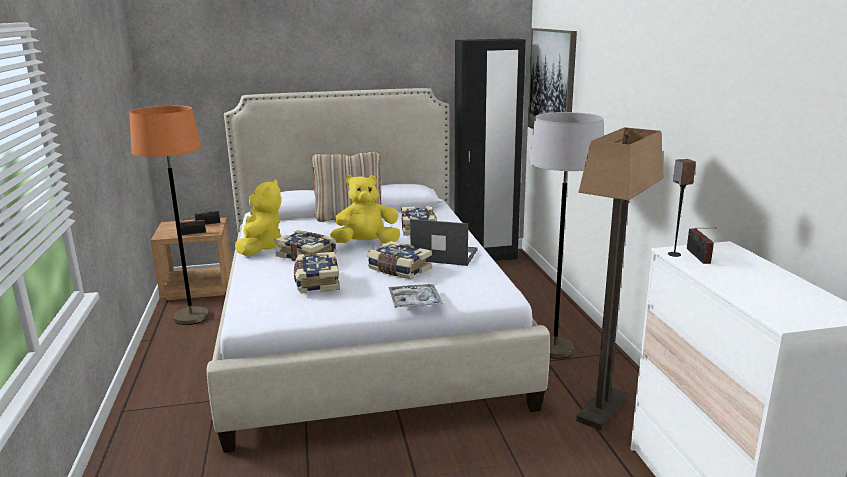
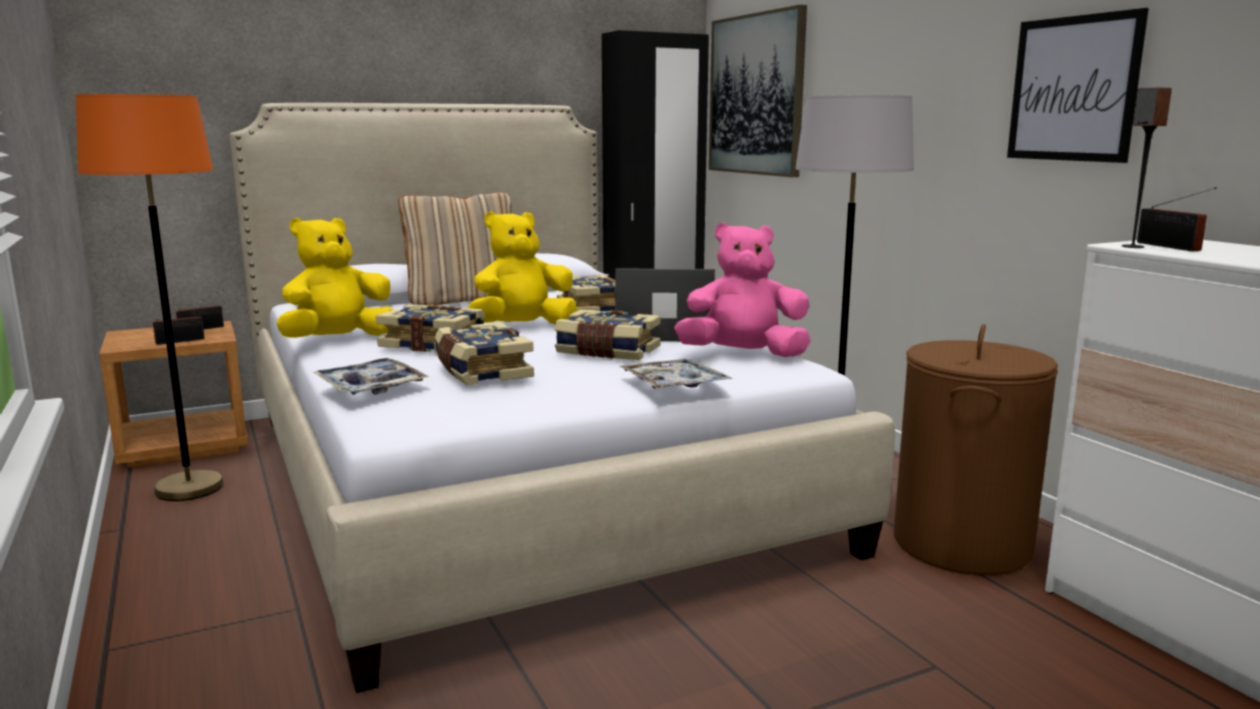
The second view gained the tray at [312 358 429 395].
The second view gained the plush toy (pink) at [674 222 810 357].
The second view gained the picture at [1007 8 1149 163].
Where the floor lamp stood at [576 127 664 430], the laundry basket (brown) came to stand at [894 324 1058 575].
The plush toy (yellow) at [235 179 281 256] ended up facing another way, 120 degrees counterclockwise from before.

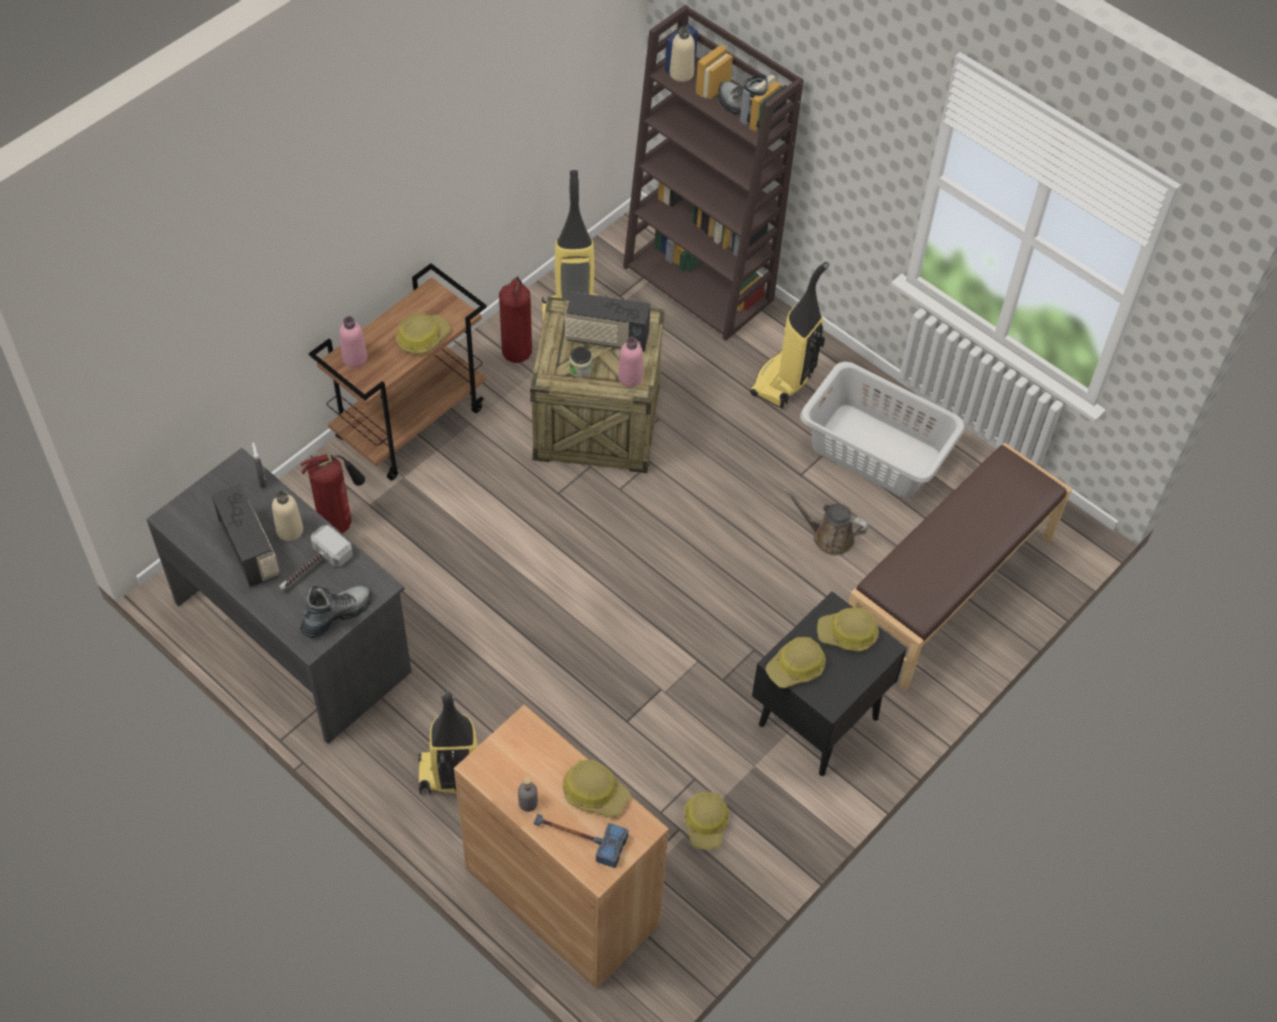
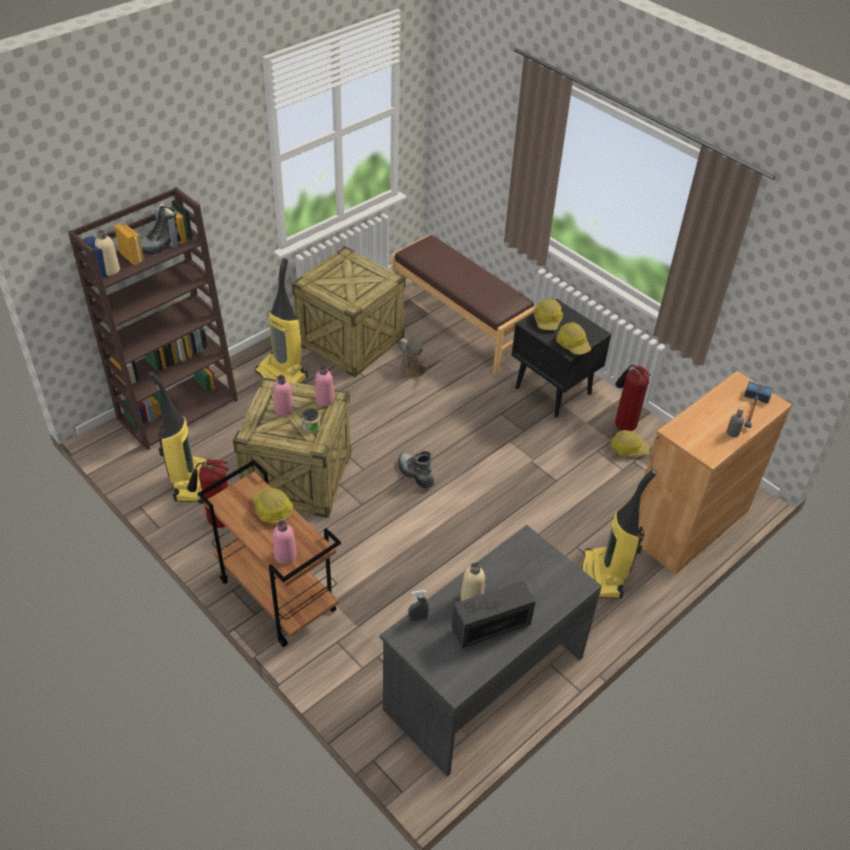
The second view lost the hammer at [279 525 353 590].
The second view lost the hard hat at [562 760 630 817].
The fire extinguisher ended up elsewhere, having gone from [300 454 365 534] to [615 365 651 431].
The boot ended up elsewhere, having gone from [300 584 372 638] to [399 451 434 488].
Where the radio stood at [565 292 651 352], the bottle (pink) came to stand at [273 375 294 416].
Where the laundry basket (grey) stood at [800 362 965 498], the crate came to stand at [292 246 406 377].
The watering can (brown) at [784 488 869 556] ended up facing another way, 75 degrees counterclockwise from before.

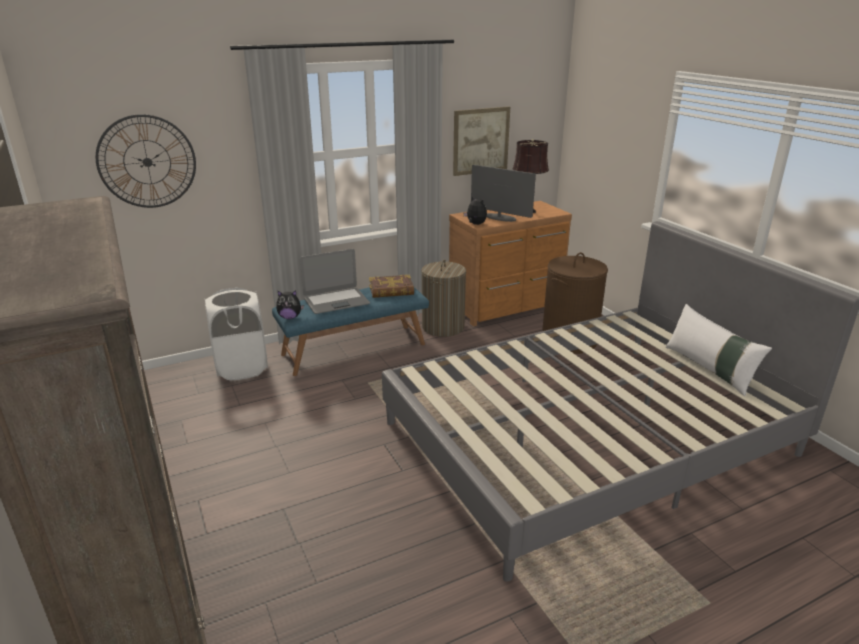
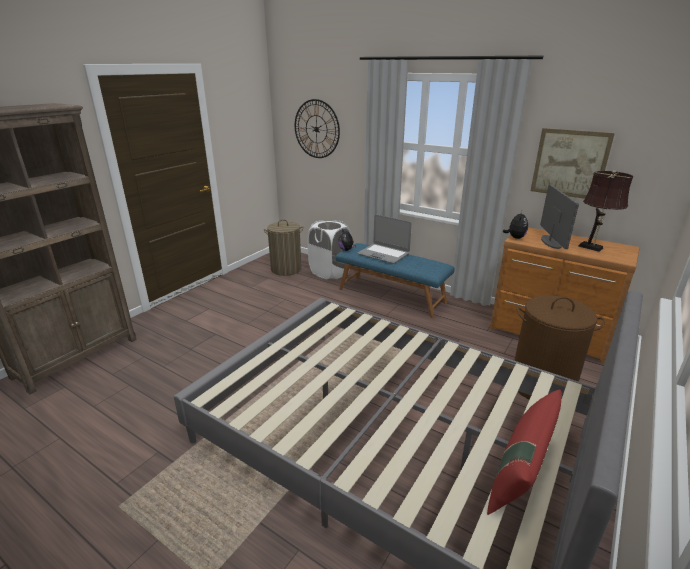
The second view lost the book at [369 275 414 298].
The laundry basket ended up elsewhere, having gone from [421 259 466 337] to [264 220 304 276].
What was the pillow (white) at [666 304 772 396] turned into the pillow (red) at [487 389 562 515].

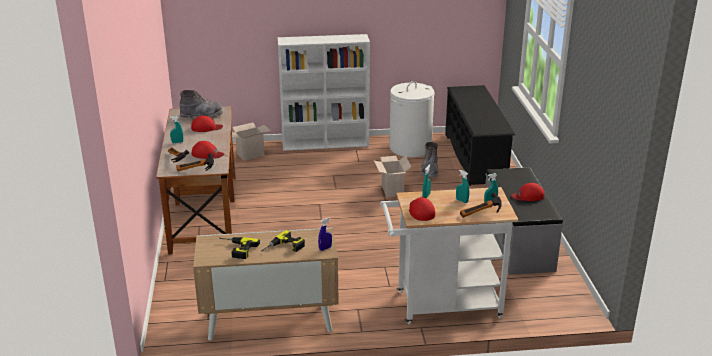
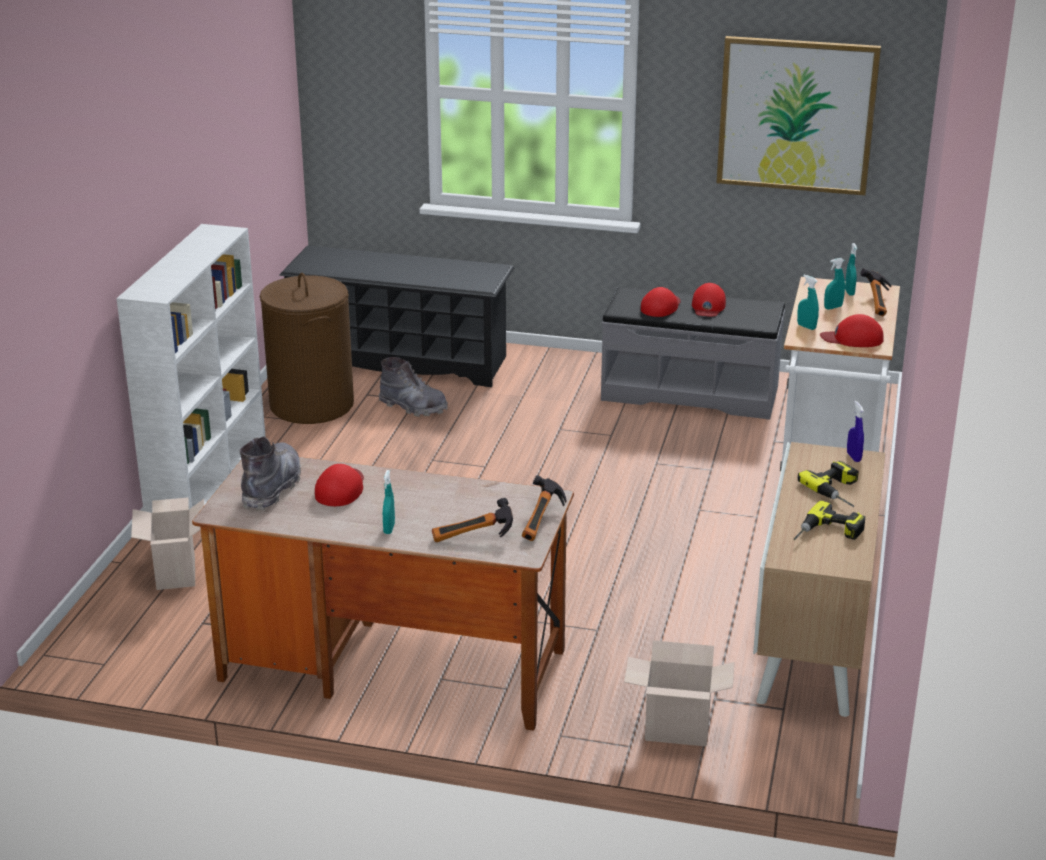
The second view gained the picture at [716 36 881 196].
The cap (red) ended up elsewhere, having gone from [192 141 224 159] to [641 287 681 317].
The cardboard box ended up elsewhere, having gone from [374 156 412 197] to [624 640 735 747].
What was the laundry basket (white) at [389 81 435 157] turned into the laundry basket (brown) at [259 273 354 424].

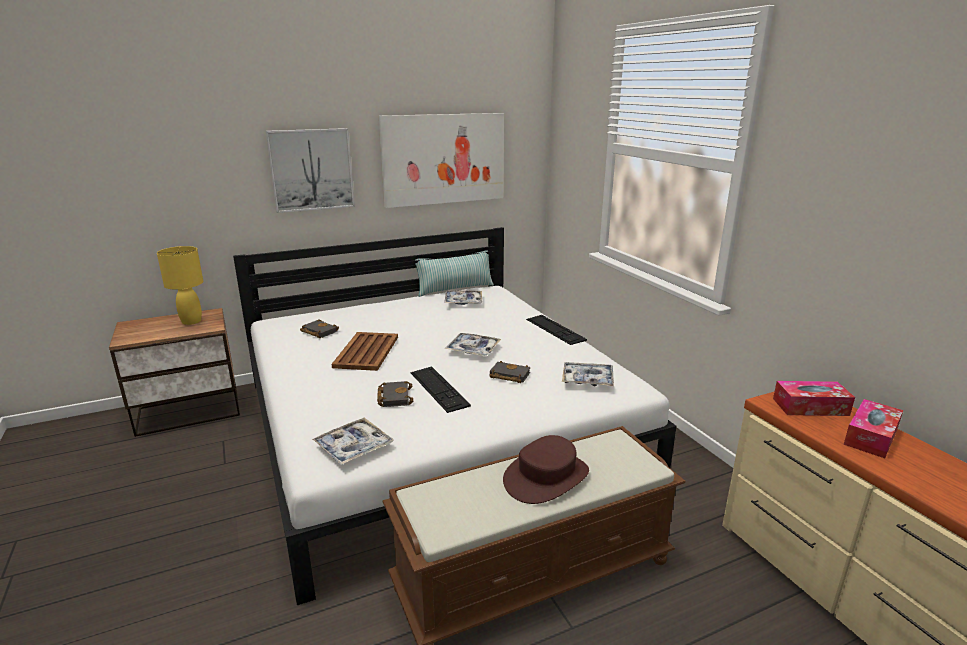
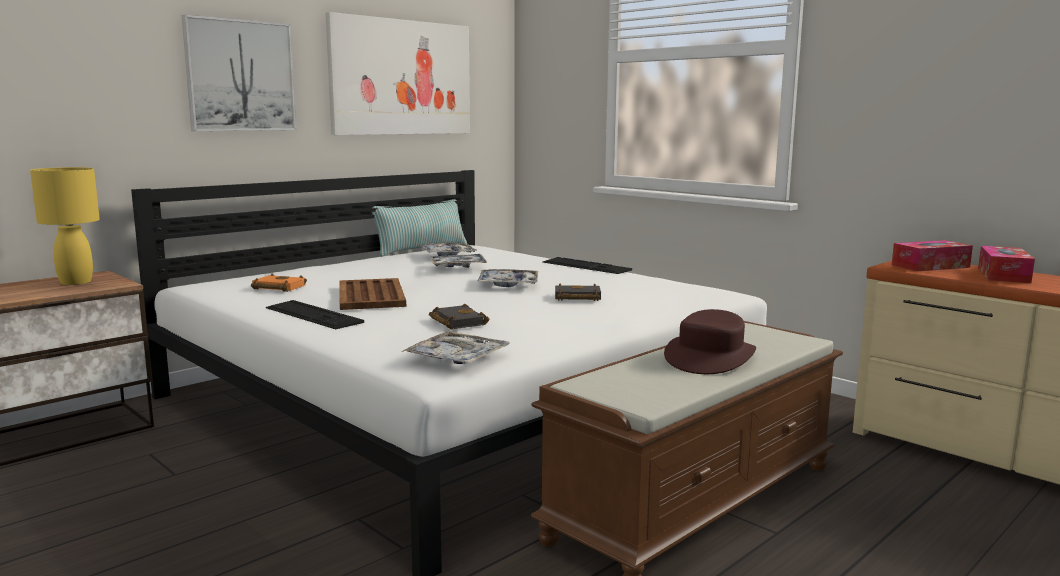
The keyboard ended up elsewhere, having gone from [411 366 471 413] to [266 300 364 329].
The tray ended up elsewhere, having gone from [562 362 614 387] to [431 254 487 268].
What was the book (black) at [300 319 339 338] turned into the book (orange) at [251 274 307 292].

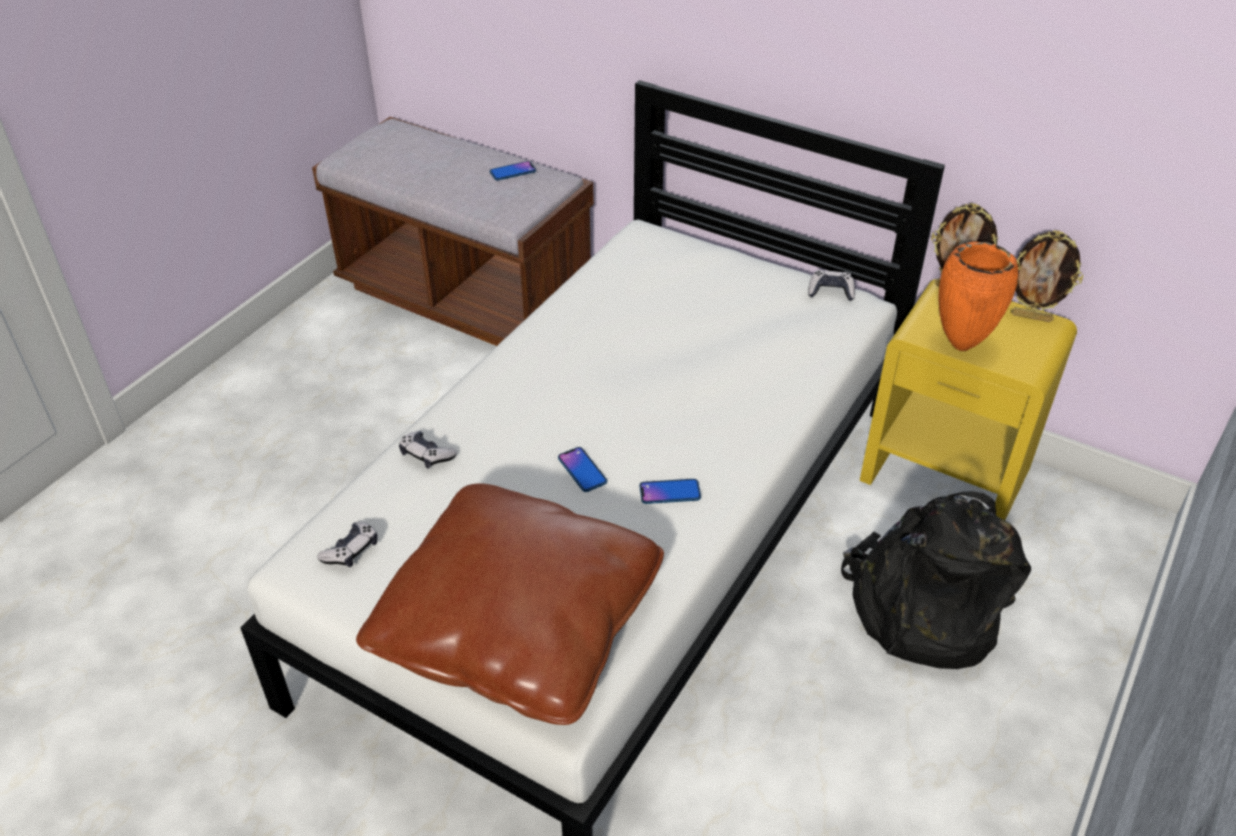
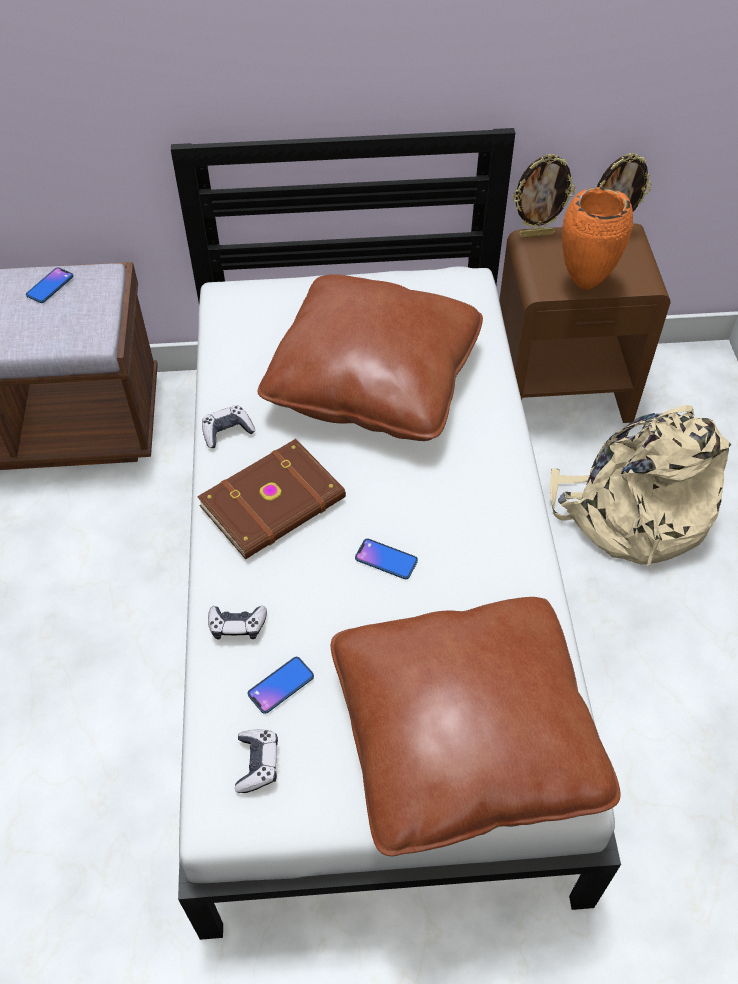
The second view gained the book (brown) at [197 439 346 559].
The second view gained the pillow (brown) at [257 274 483 441].
The phone ended up elsewhere, having gone from [640 479 701 504] to [248 657 314 714].
The game controller ended up elsewhere, having gone from [808 270 855 301] to [202 405 256 448].
What was the backpack (black) at [841 491 1031 669] turned into the backpack (beige) at [550 405 731 566].
What was the nightstand (yellow) at [860 279 1077 520] turned into the nightstand (brown) at [499 223 670 423].

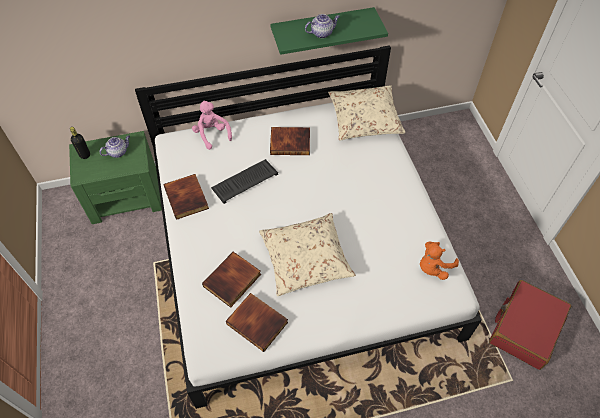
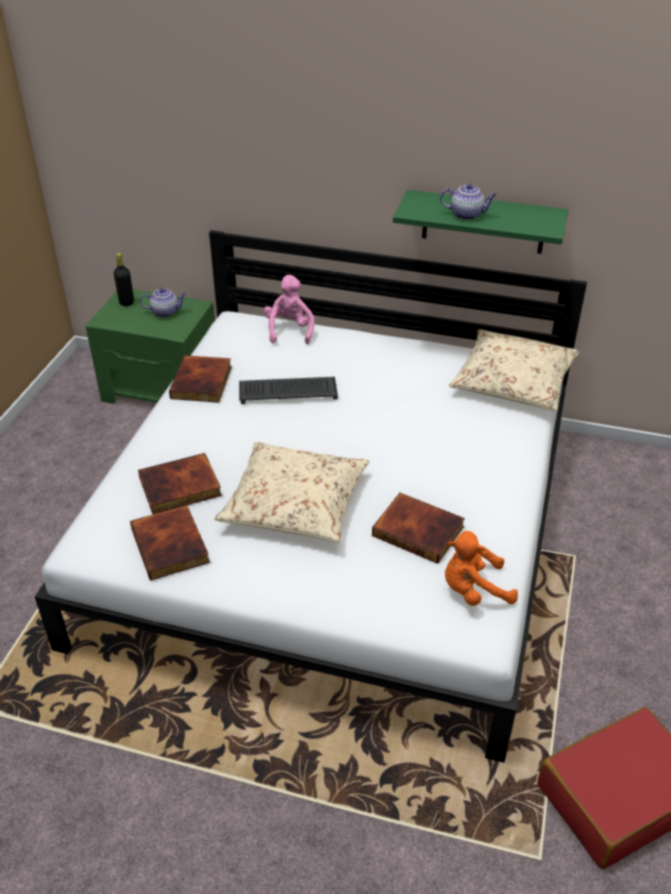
The book ended up elsewhere, having gone from [270 127 310 155] to [372 493 465 564].

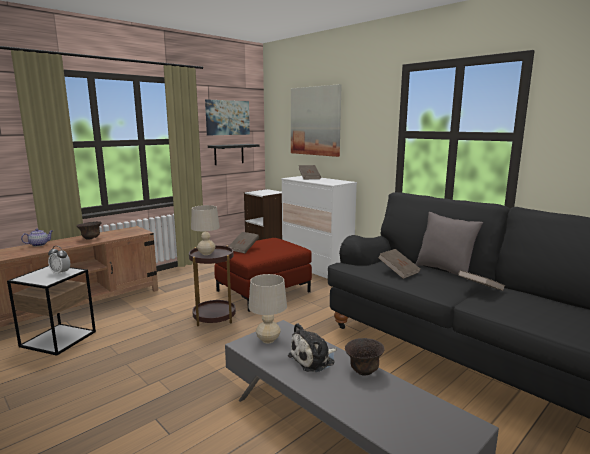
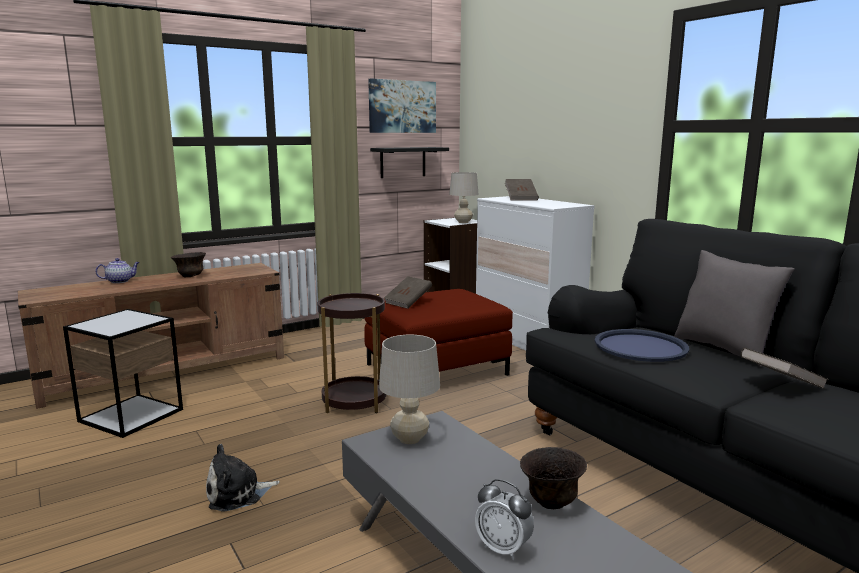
The second view lost the picture at [291 84 342 157].
The alarm clock ended up elsewhere, having gone from [48 246 70 275] to [475 479 534 560].
The table lamp (beige) ended up elsewhere, having gone from [191 205 220 255] to [449 172 479 223].
The plush toy ended up elsewhere, having gone from [288 323 337 372] to [206 444 280 512].
Where the book (brown) stood at [378 249 420 279], the tray (blue) came to stand at [595 329 689 362].

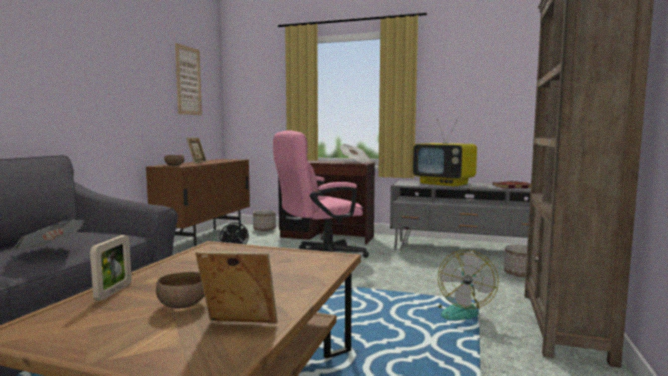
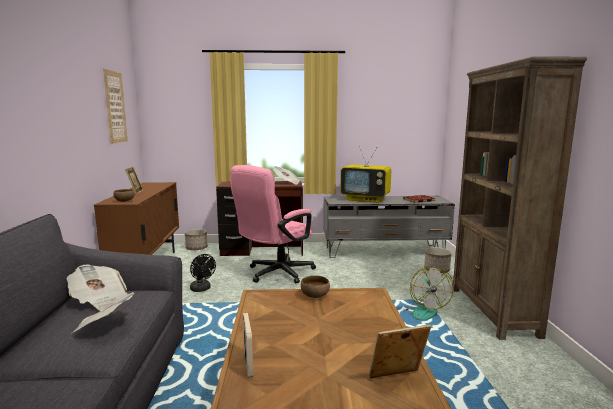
The second view gained the newspaper at [67 264 129 311].
The bowl (brown) ended up elsewhere, having gone from [156 272 205 308] to [301 275 330 298].

